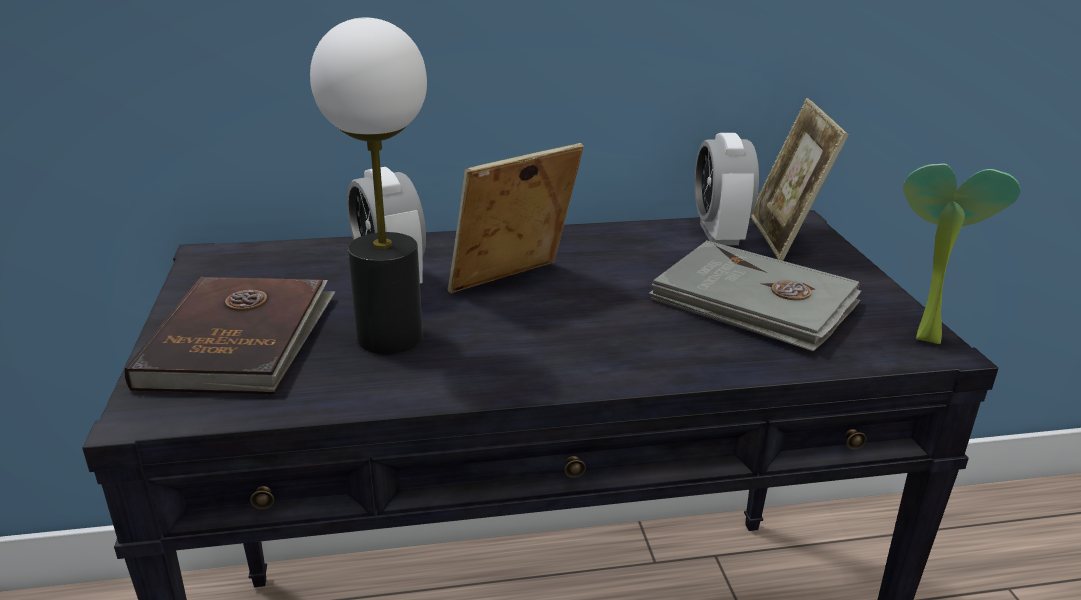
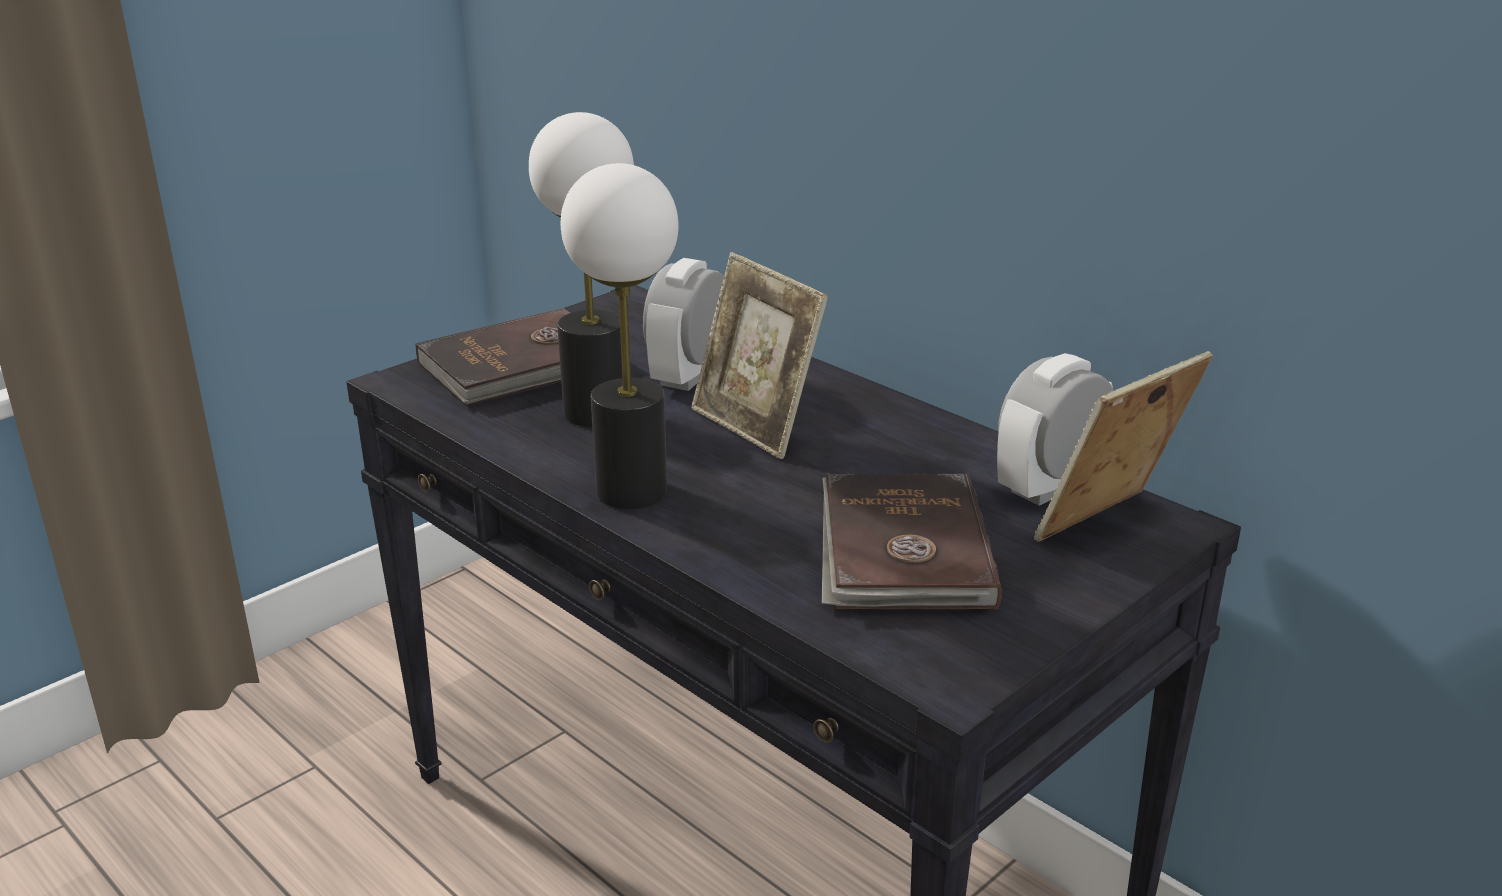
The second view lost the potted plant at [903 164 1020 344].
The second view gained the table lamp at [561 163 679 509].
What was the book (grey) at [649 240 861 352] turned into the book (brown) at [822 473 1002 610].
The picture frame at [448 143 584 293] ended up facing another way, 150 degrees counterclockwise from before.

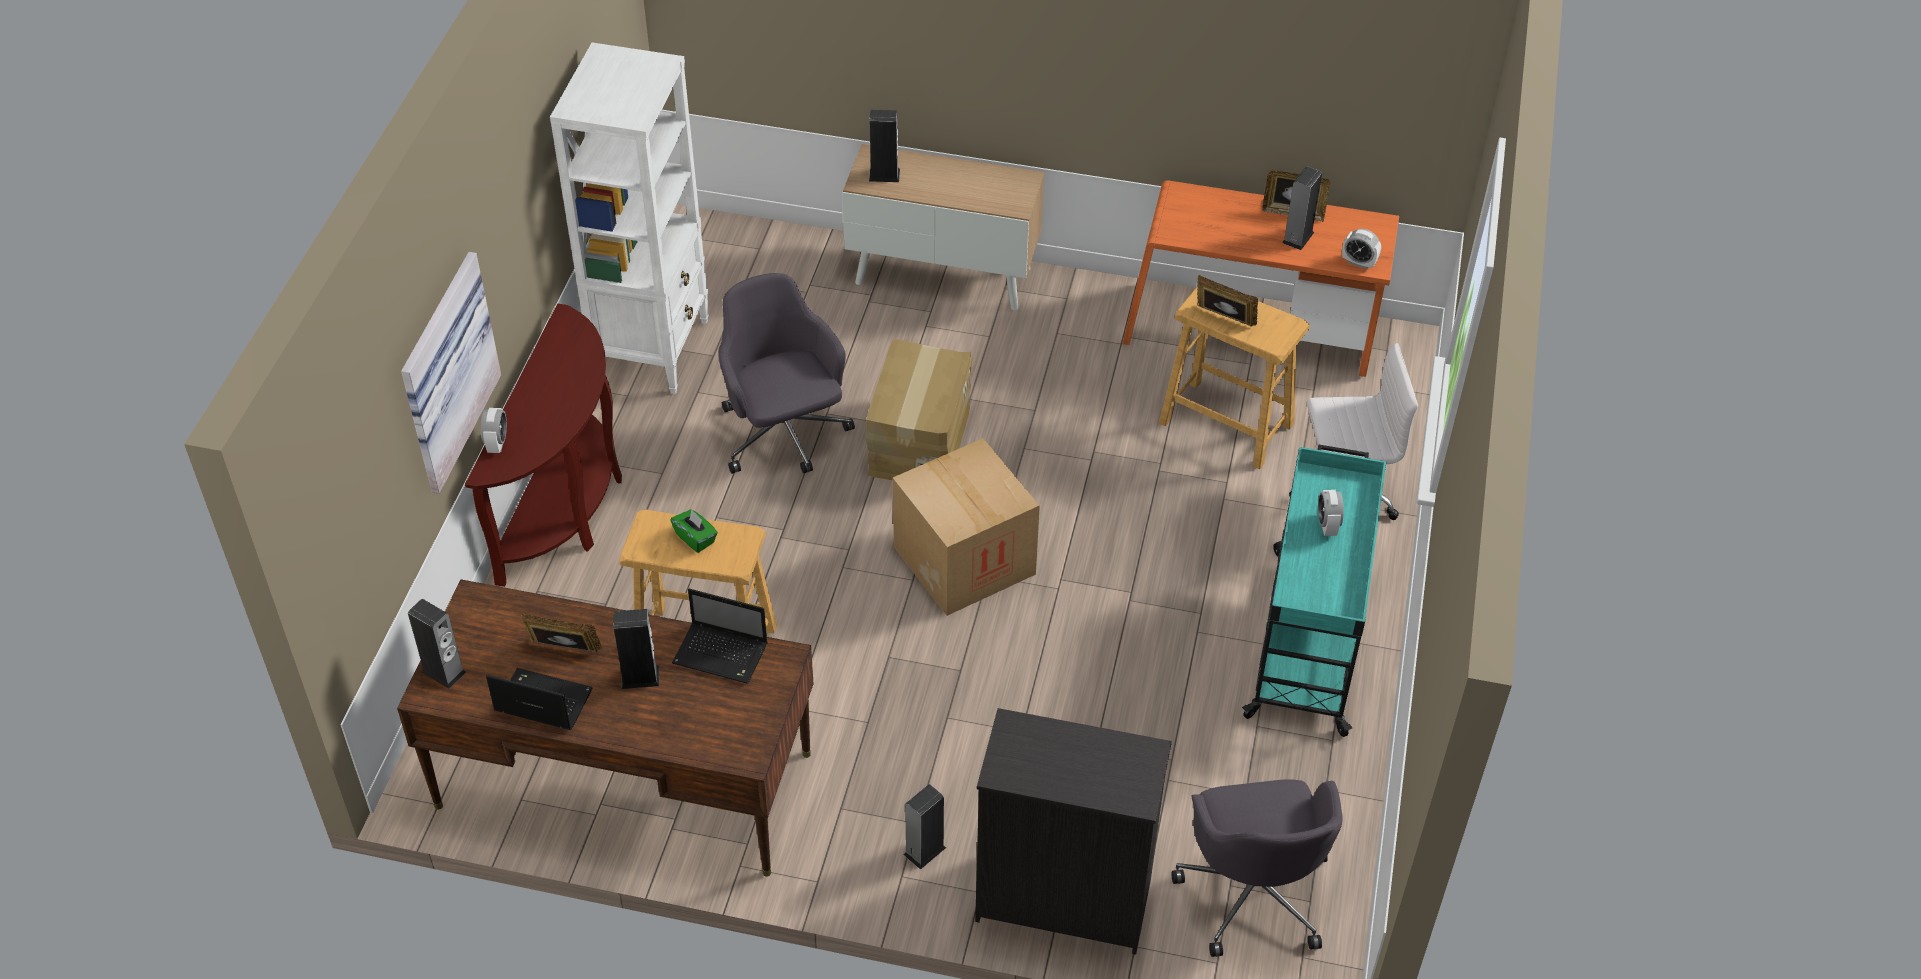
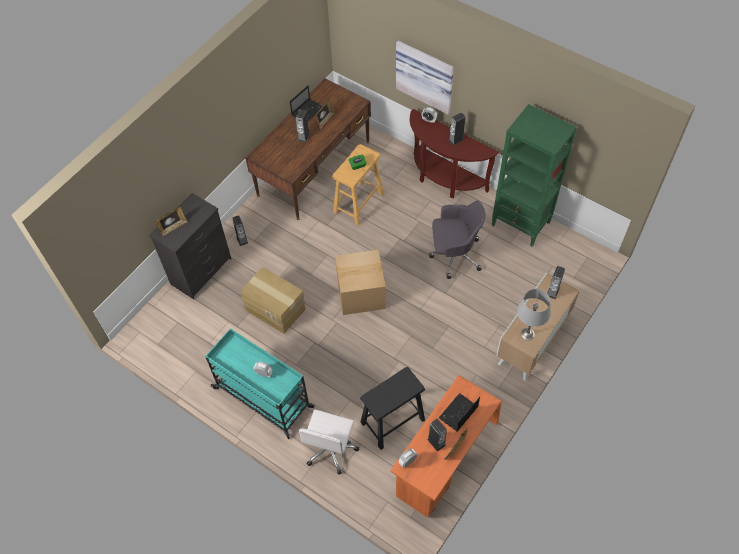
The second view lost the office chair (grey) at [1172 780 1343 957].
The second view gained the table lamp (grey) at [517 289 551 340].
The speaker ended up elsewhere, having gone from [408 599 466 689] to [449 113 466 146].
The laptop ended up elsewhere, having gone from [672 588 768 684] to [439 393 480 431].
The cardboard box ended up elsewhere, having gone from [866 340 972 480] to [240 267 306 334].
The picture frame ended up elsewhere, having gone from [1197 275 1258 326] to [155 207 187 236].
What was the bookcase (white) at [550 42 709 394] turned into the bookcase (green) at [492 104 577 247].
What was the stool (beige) at [1159 286 1310 469] turned into the stool (black) at [360 367 425 450].

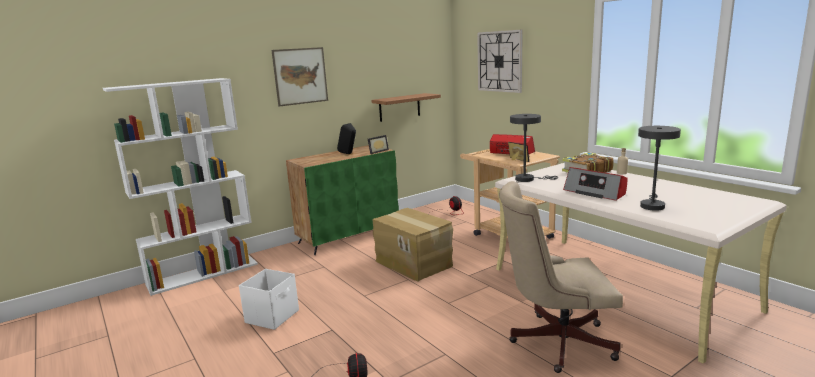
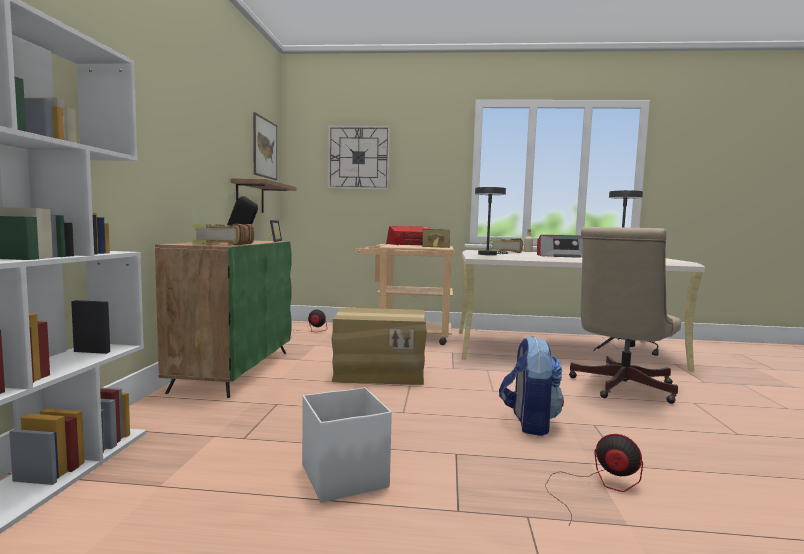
The second view gained the book at [193 223 254 245].
The second view gained the backpack at [499 336 564 436].
The picture ended up elsewhere, having gone from [271 47 328 107] to [253 112 277 180].

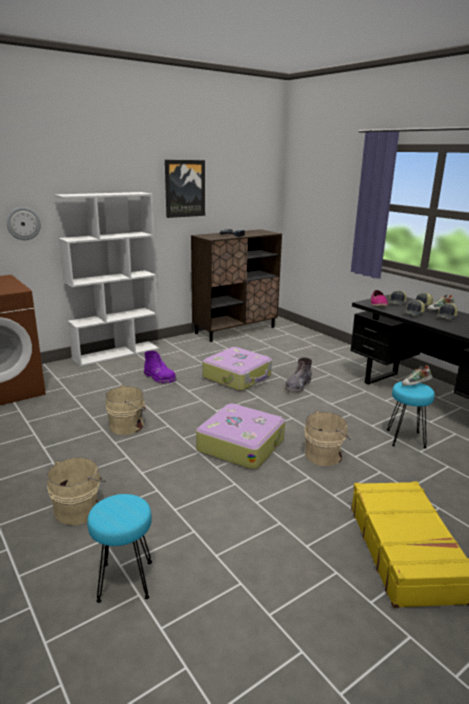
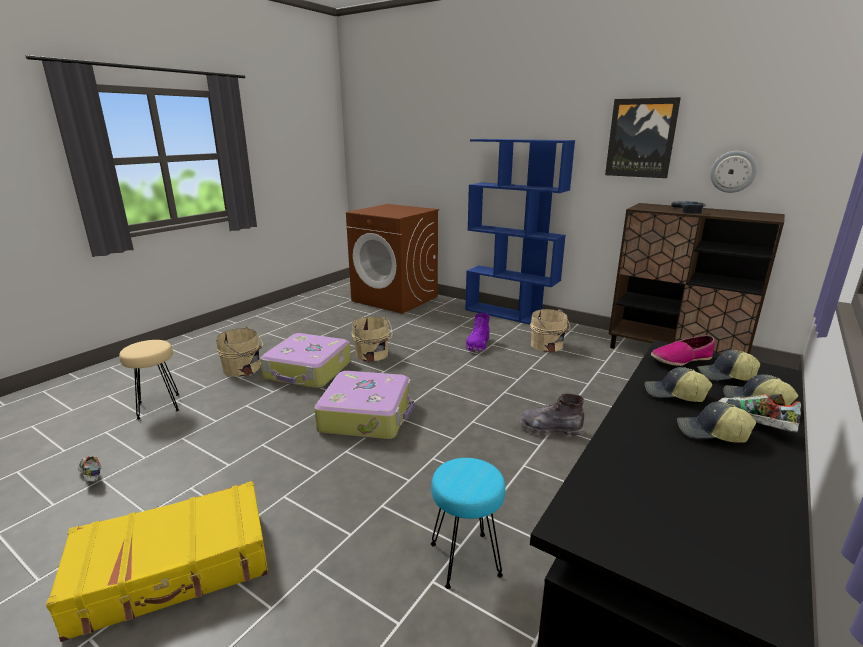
The wall clock ended up elsewhere, having gone from [6 207 41 240] to [710 151 757 193].
The suitcase ended up elsewhere, having gone from [202 347 272 391] to [260 333 351 389].
The bucket (beige) ended up elsewhere, having gone from [304 410 351 466] to [530 309 570 352].
The shoe ended up elsewhere, having gone from [402 365 433 386] to [78 456 101 482].
What was the bookcase (white) at [54 192 159 367] turned into the bookcase (blue) at [465 139 575 324].
What was the stool (turquoise) at [87 494 152 603] turned into the stool (beige) at [119 340 180 420].

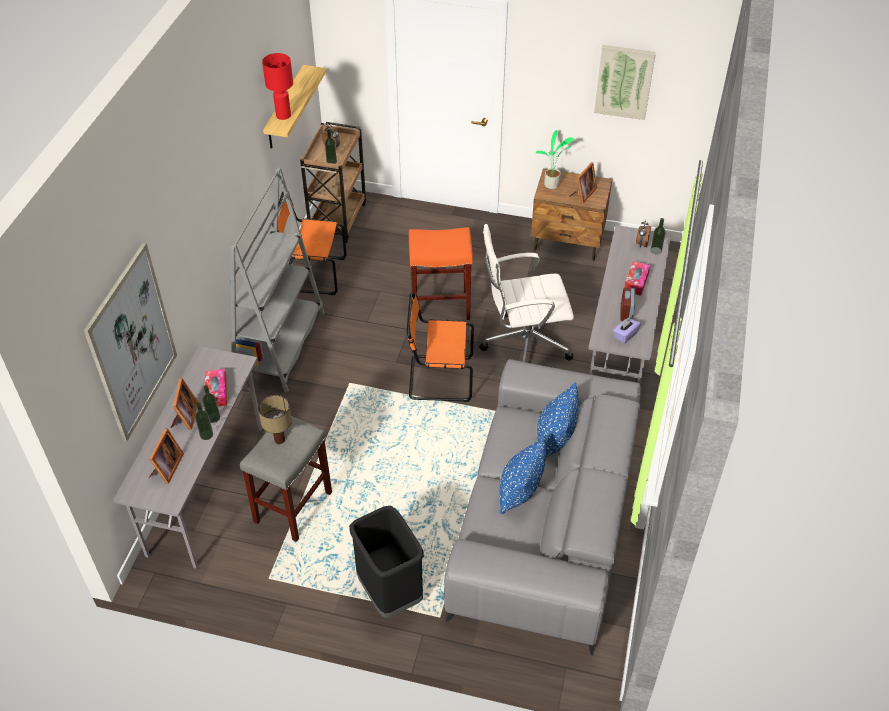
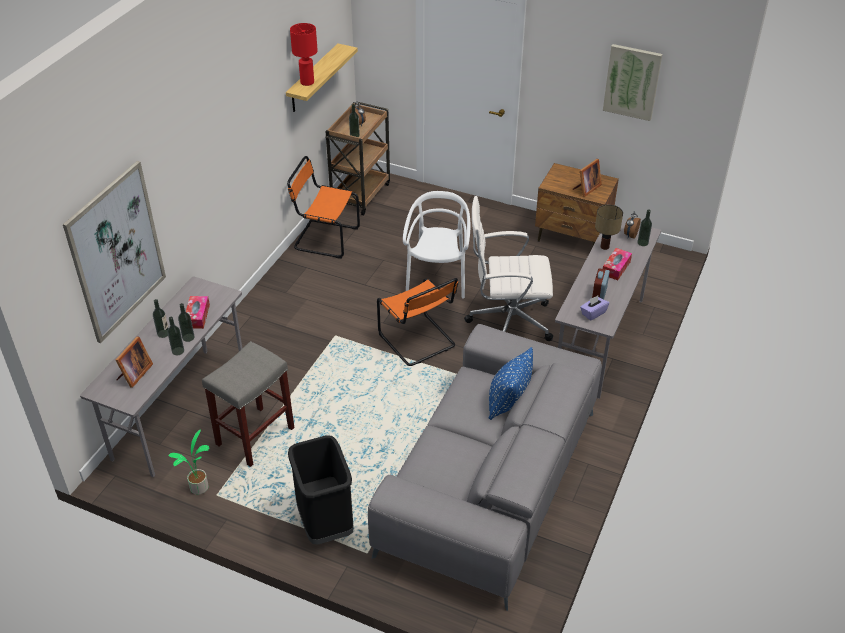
The second view lost the bookcase (grey) at [230 167 325 392].
The second view lost the pillow (blue) at [499 437 546 514].
The table lamp ended up elsewhere, having gone from [258 395 292 444] to [595 204 623 250].
The potted plant ended up elsewhere, having gone from [535 130 574 189] to [168 429 210 495].
Where the picture frame stood at [171 378 198 430], the bottle came to stand at [153 299 169 338].
Where the stool (orange) stood at [409 227 473 322], the chair (white) came to stand at [403 191 470 299].
The chair (orange) at [407 292 474 402] ended up facing another way, 135 degrees counterclockwise from before.

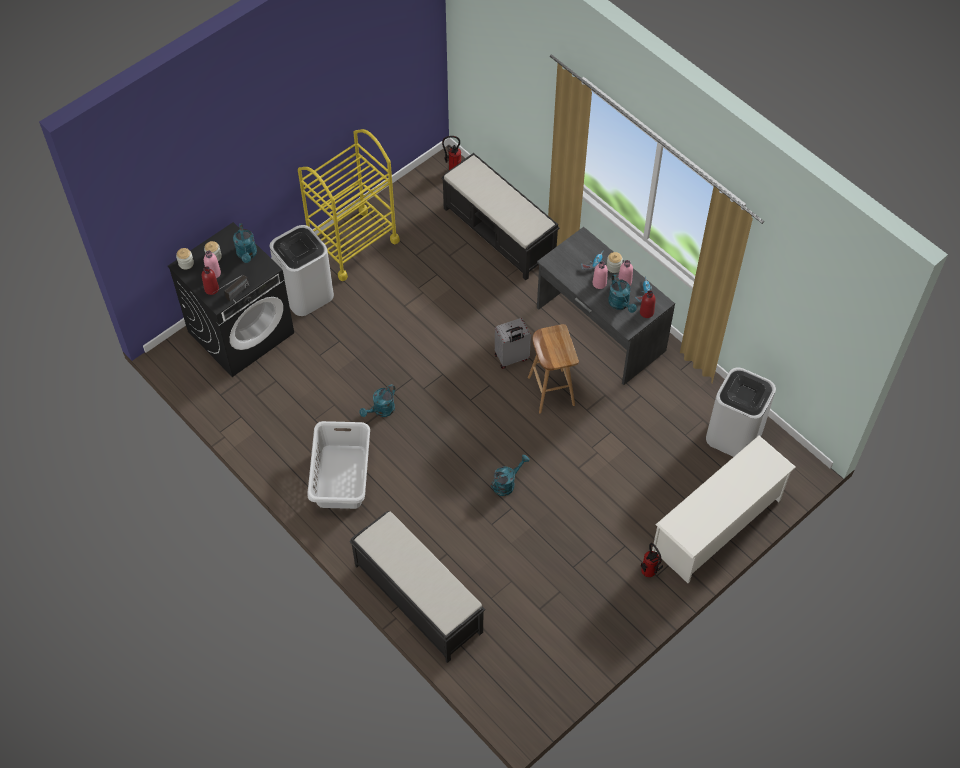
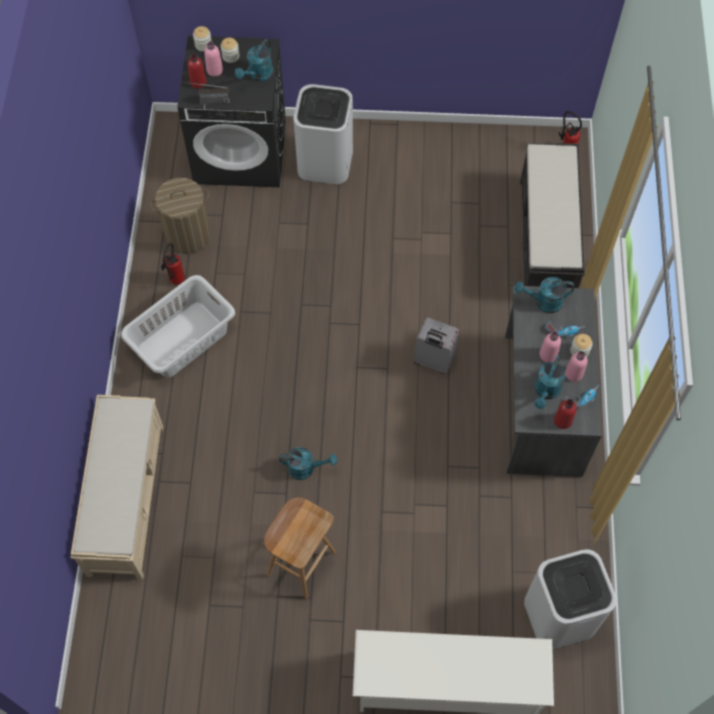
The second view lost the cart (yellow) at [298 129 400 281].
The second view gained the laundry basket at [150 178 211 254].
The watering can (turquoise) ended up elsewhere, having gone from [360 384 396 417] to [515 277 574 313].
The stool (brown) ended up elsewhere, having gone from [528 324 579 414] to [264 497 336 599].
The fire extinguisher ended up elsewhere, having gone from [641 543 663 577] to [161 243 185 285].
What was the bench (black) at [349 511 485 663] turned into the bench (beige) at [71 395 163 580].

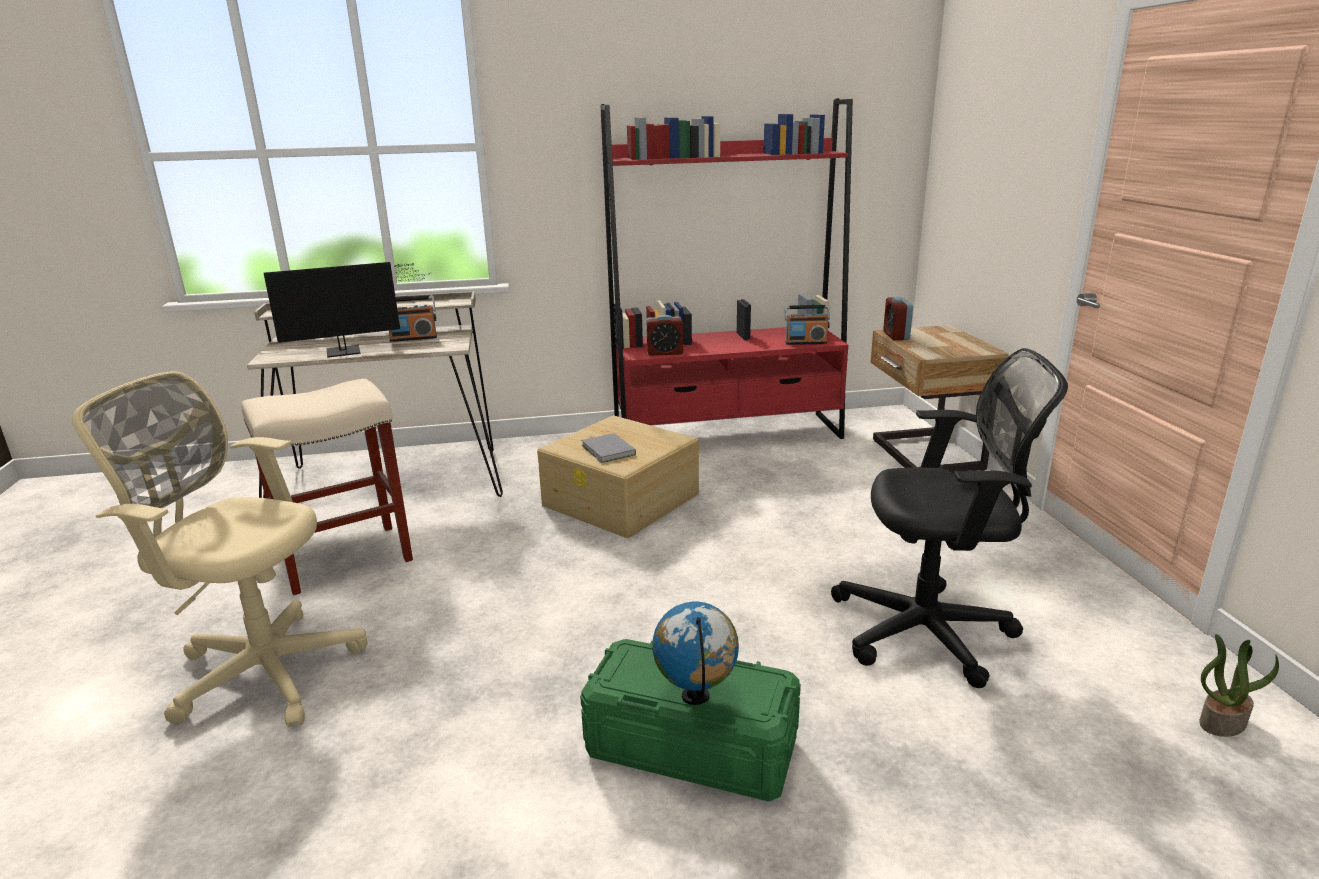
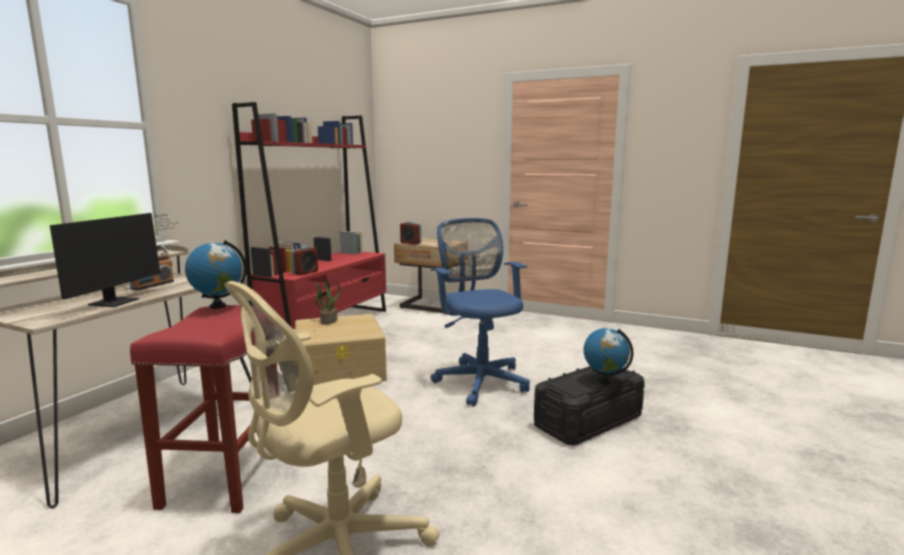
The second view lost the book (grey) at [581 433 636 463].
The second view lost the radio at [785 305 830 345].
The second view lost the office chair (black) at [831 348 1068 688].
The second view gained the globe at [185 240 247 309].
The second view gained the office chair (blue) at [430 218 530 406].
The potted plant ended up elsewhere, having gone from [1199 634 1279 737] to [315 279 340 325].
What was the stool (beige) at [241 379 413 595] turned into the stool (red) at [130 305 279 513].
What was the storage box (green) at [580 639 801 802] turned into the storage box (black) at [534 365 645 446].

